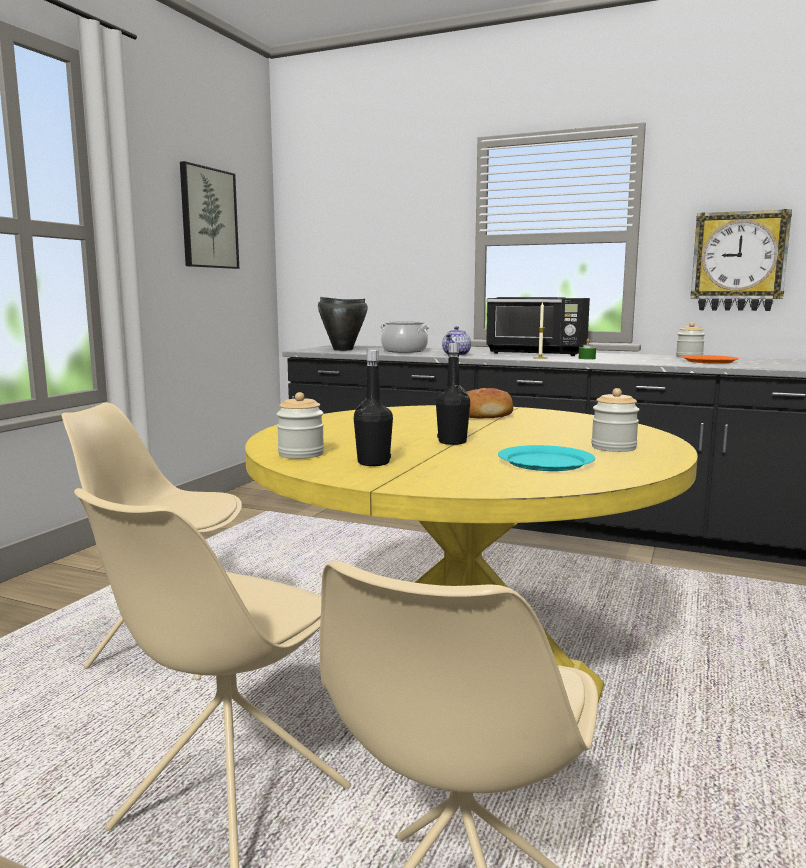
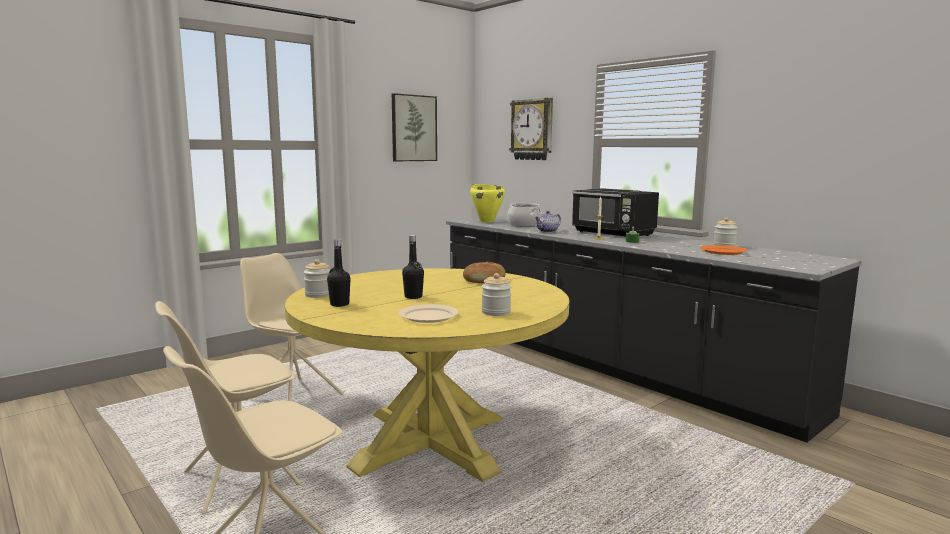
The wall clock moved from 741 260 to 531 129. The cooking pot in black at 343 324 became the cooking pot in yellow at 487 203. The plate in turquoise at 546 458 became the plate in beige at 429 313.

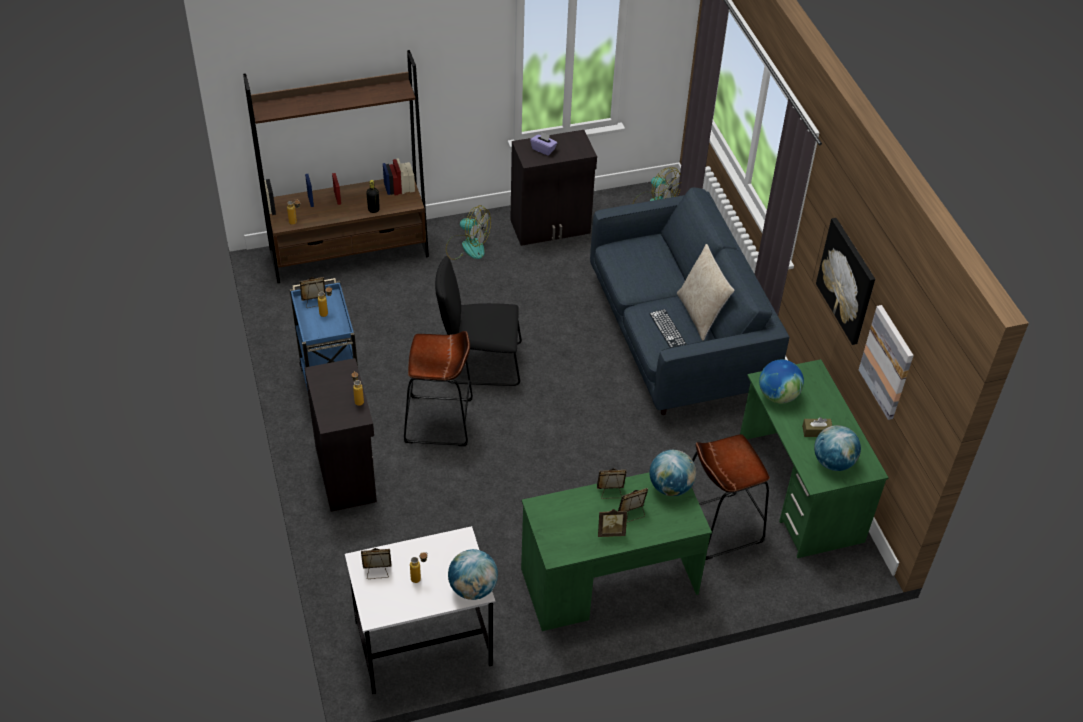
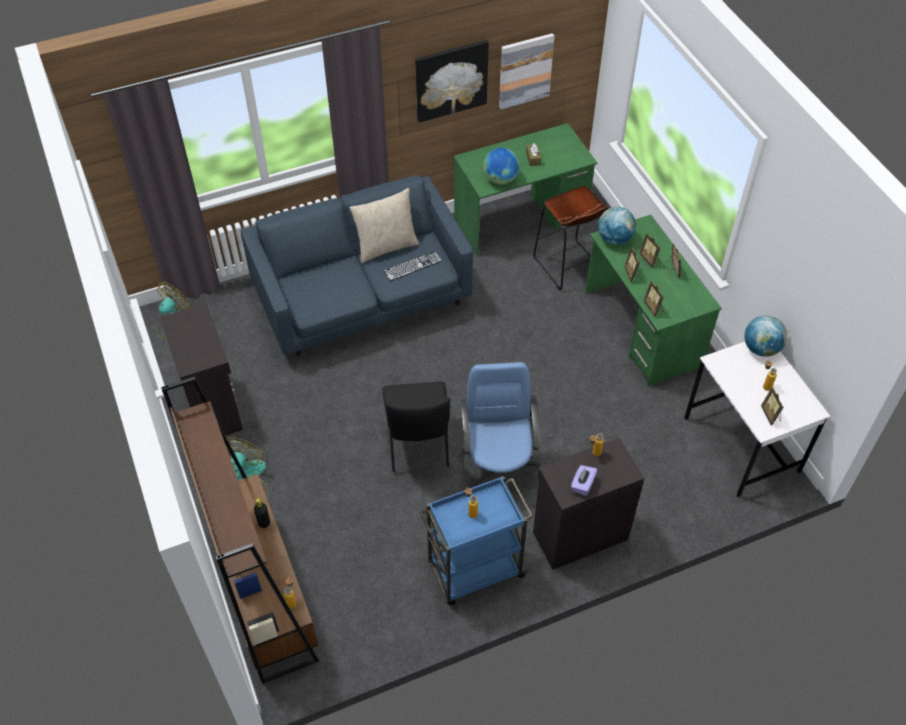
The globe at 837 448 disappeared. The picture frame moved from 313 292 to 653 299. The tissue box in purple moved from 543 144 to 584 480. The stool in brown at 438 388 was replaced by the office chair in blue at 501 432.

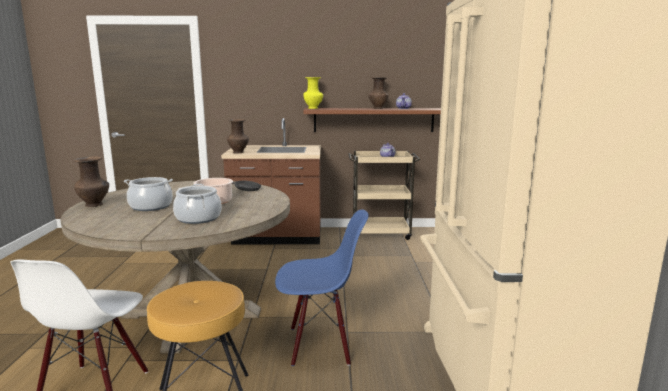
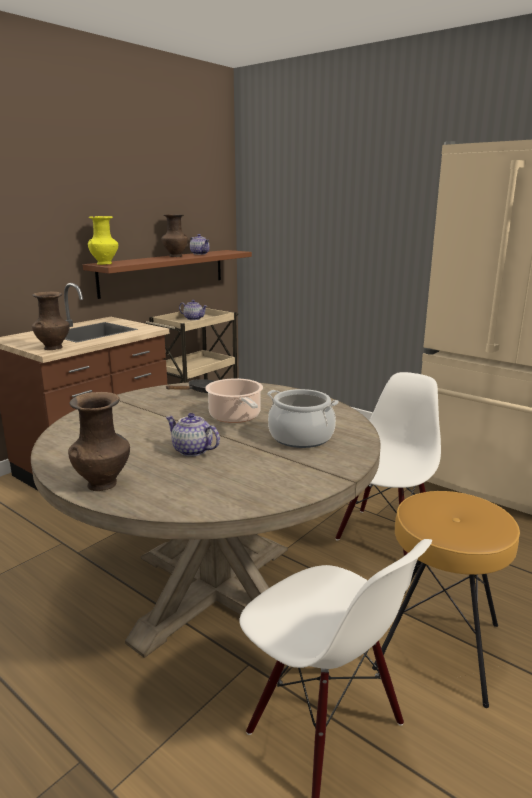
The cooking pot at 148 194 was replaced by the teapot at 193 435. The chair in blue at 322 287 became the chair in white at 388 464.

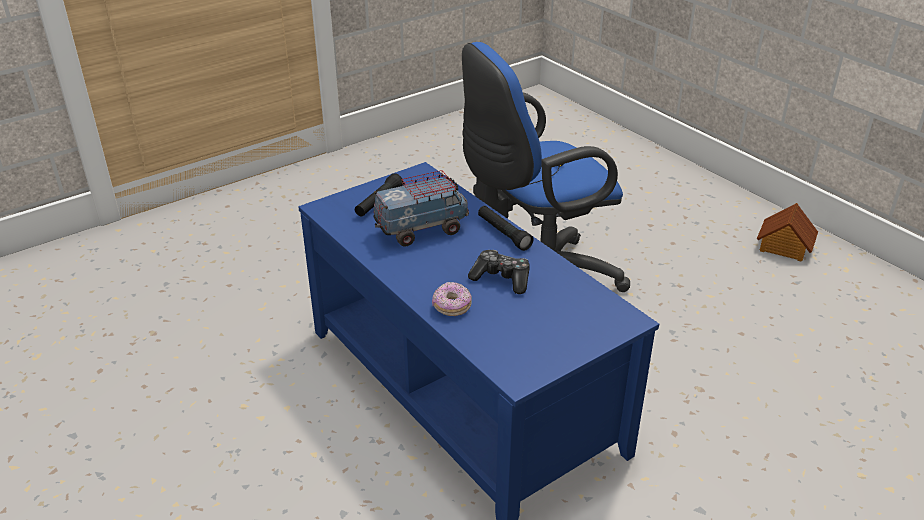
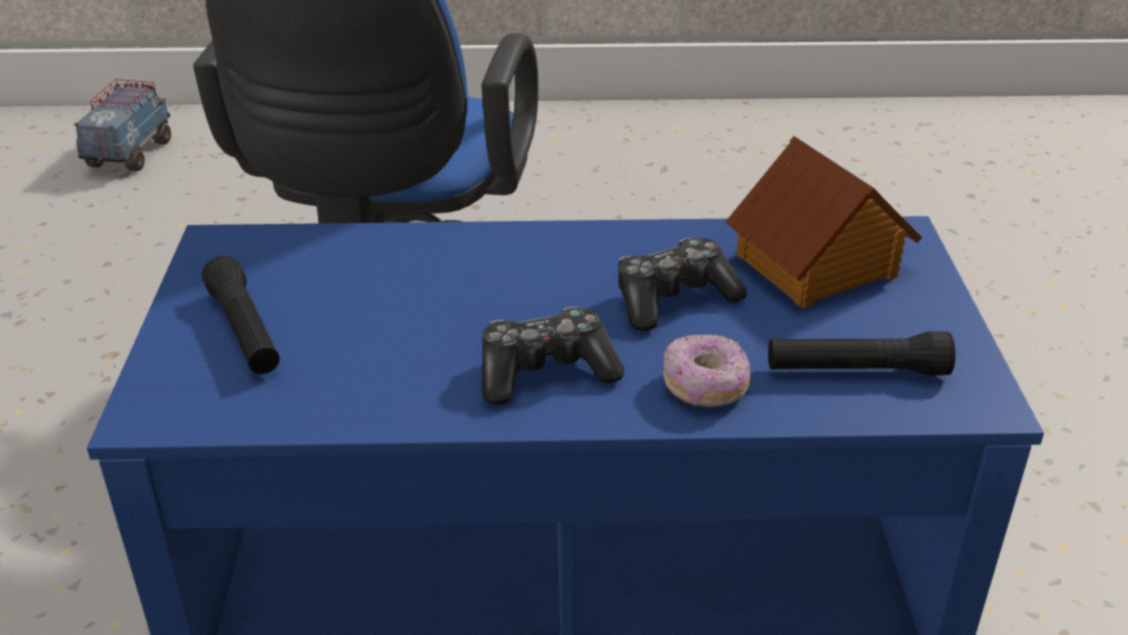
The game controller at 553 356 appeared. The toy truck moved from 421 208 to 122 125. The flashlight in black moved from 506 228 to 861 353. The toy house moved from 787 232 to 824 222.

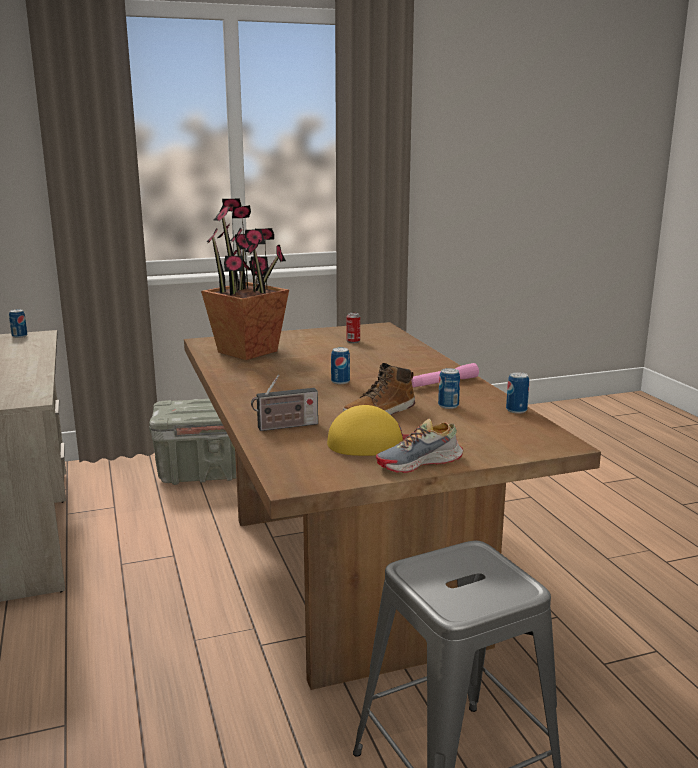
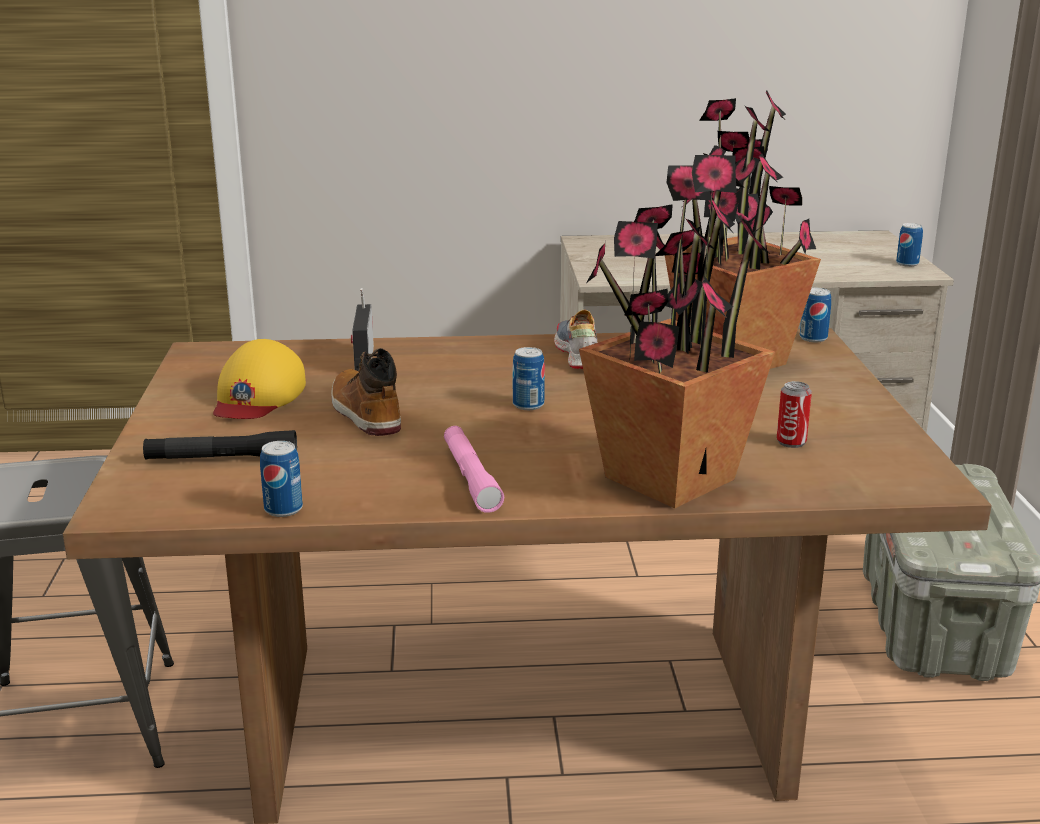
The flashlight in black at 220 444 appeared. The potted plant at 677 330 appeared. The shoe moved from 419 446 to 576 339. The can moved from 449 388 to 815 315.

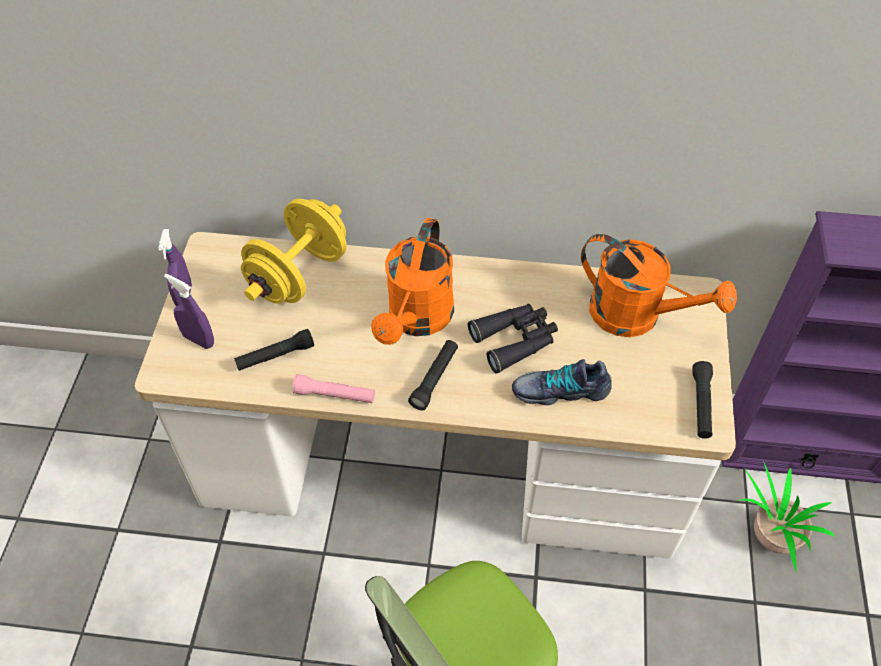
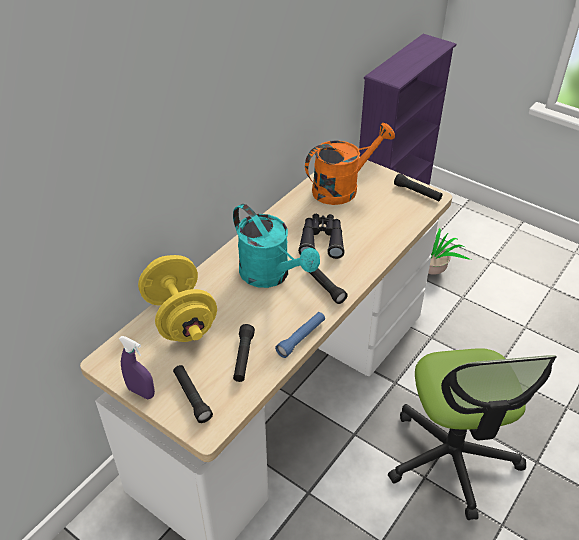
The shoe at 562 382 disappeared. The spray bottle in purple at 189 311 was replaced by the flashlight in black at 193 394. The flashlight in pink at 333 388 became the flashlight in blue at 300 335. The watering can in orange at 412 281 became the watering can in turquoise at 276 246.

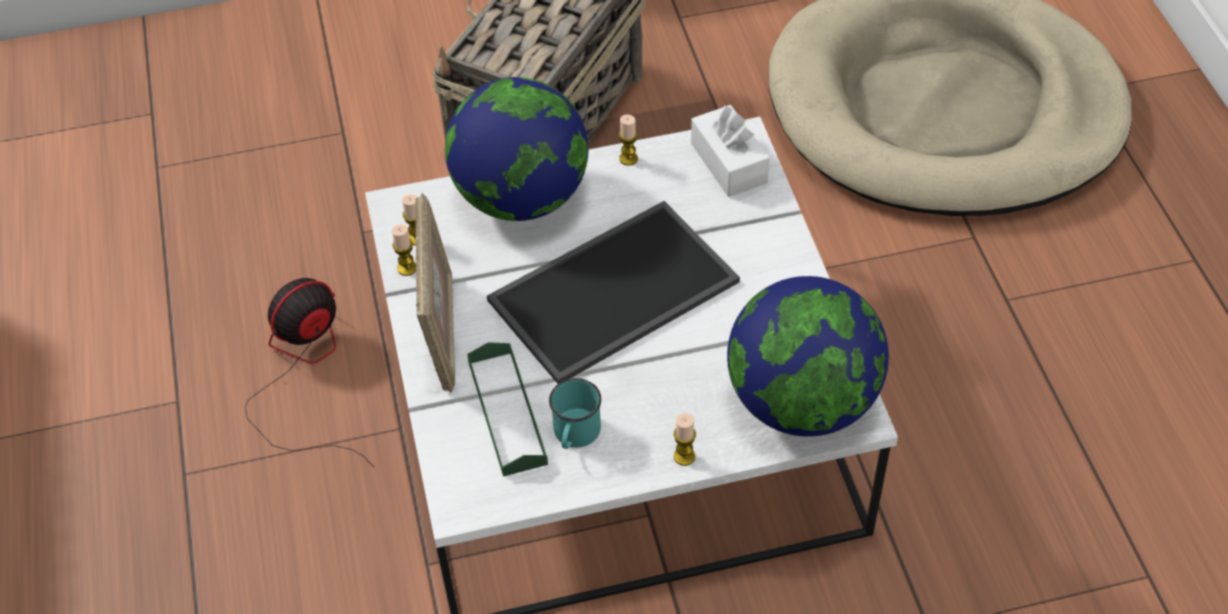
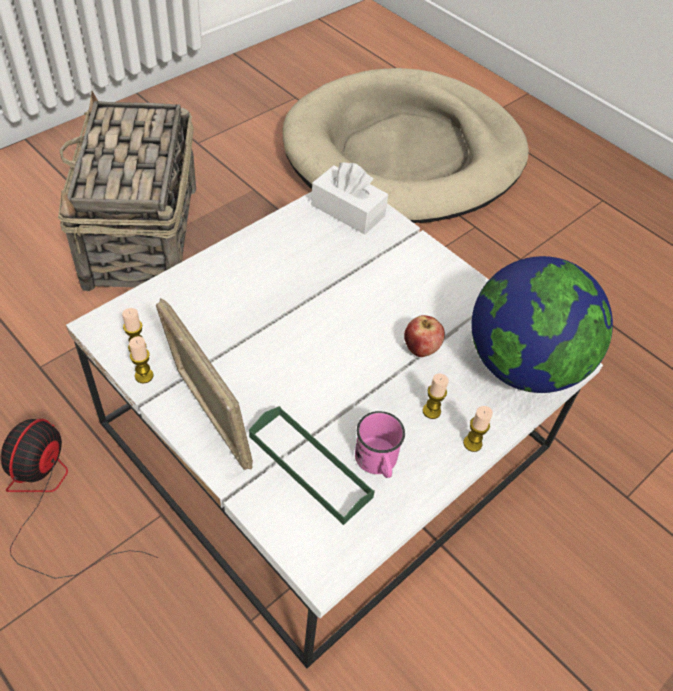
The globe at 516 149 disappeared. The tray at 613 292 disappeared. The apple at 424 336 appeared. The candle moved from 628 140 to 436 396. The mug in turquoise at 575 413 became the mug in pink at 380 444.

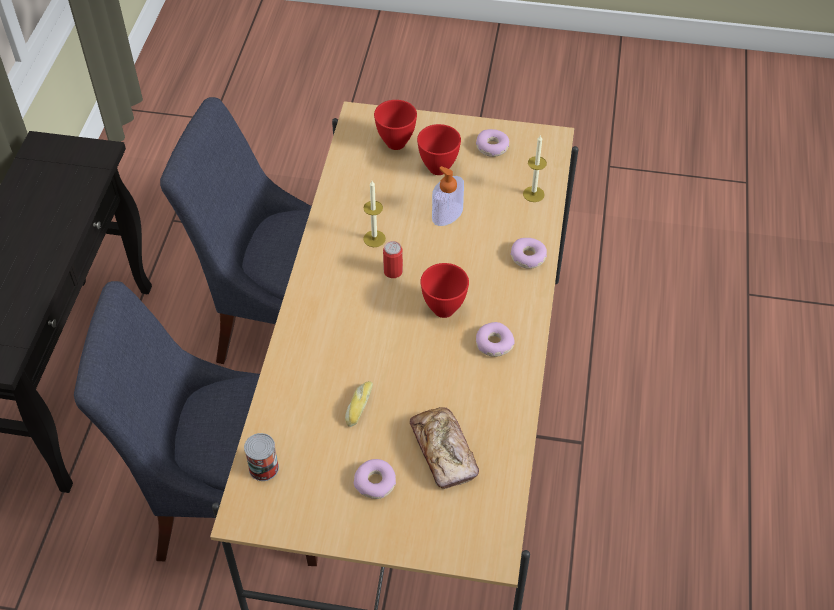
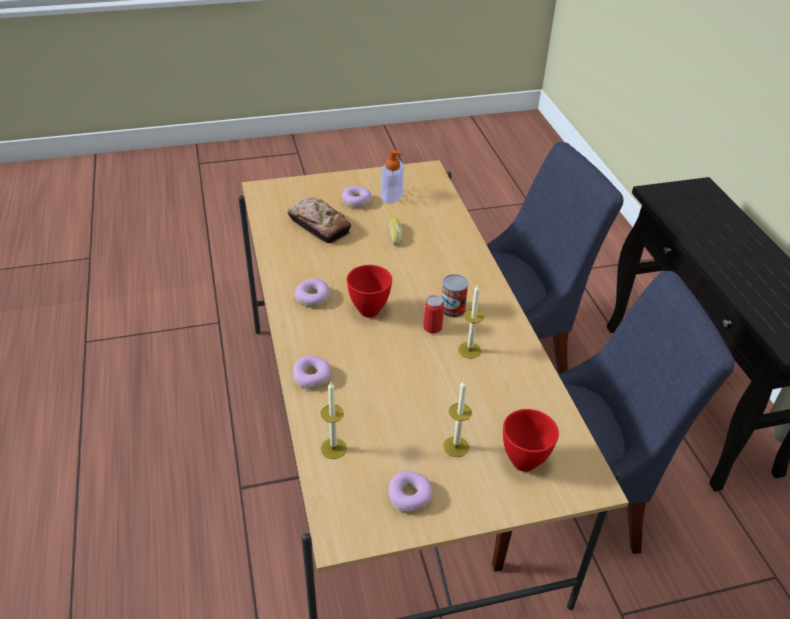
The can moved from 261 457 to 455 296. The soap dispenser moved from 448 196 to 392 176. The bowl in red at 439 149 was replaced by the candle at 457 418.

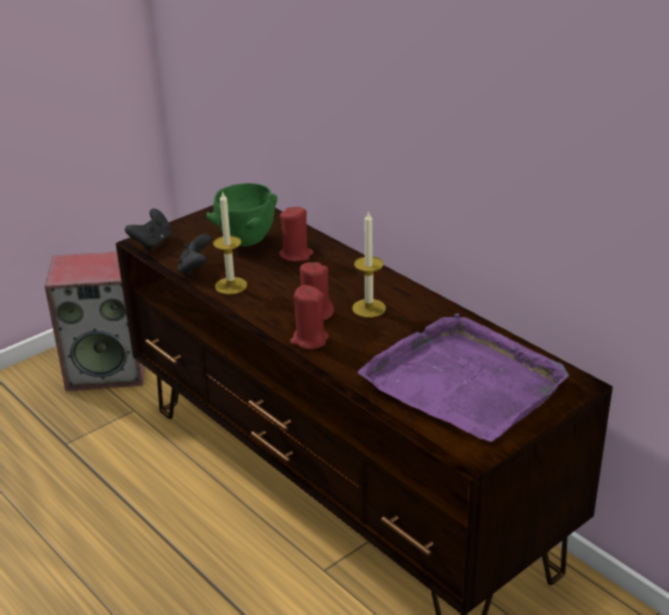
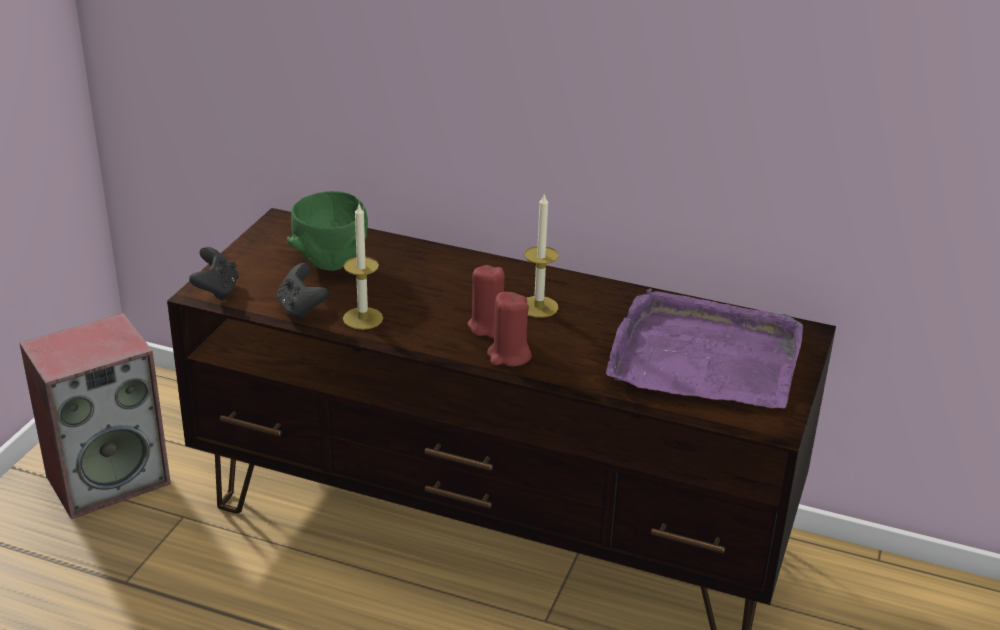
The candle in red at 296 234 disappeared.

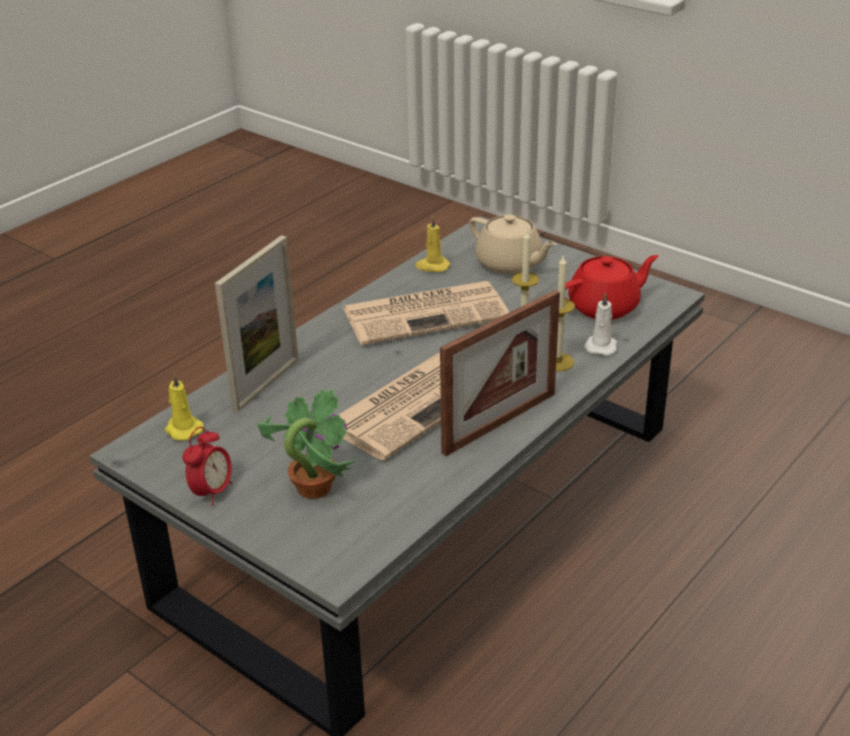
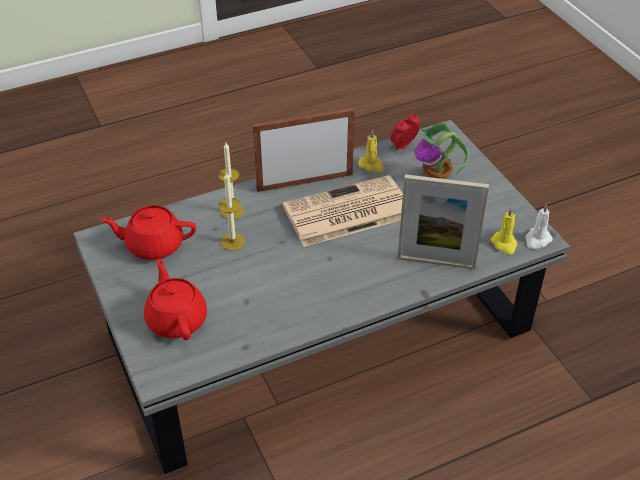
The newspaper at 426 313 disappeared. The alarm clock moved from 207 466 to 405 131. The candle in yellow moved from 432 244 to 371 150. The candle in white moved from 600 324 to 538 226. The teapot in beige at 513 244 became the teapot in red at 175 299. The picture frame at 257 323 turned 135 degrees counterclockwise.

